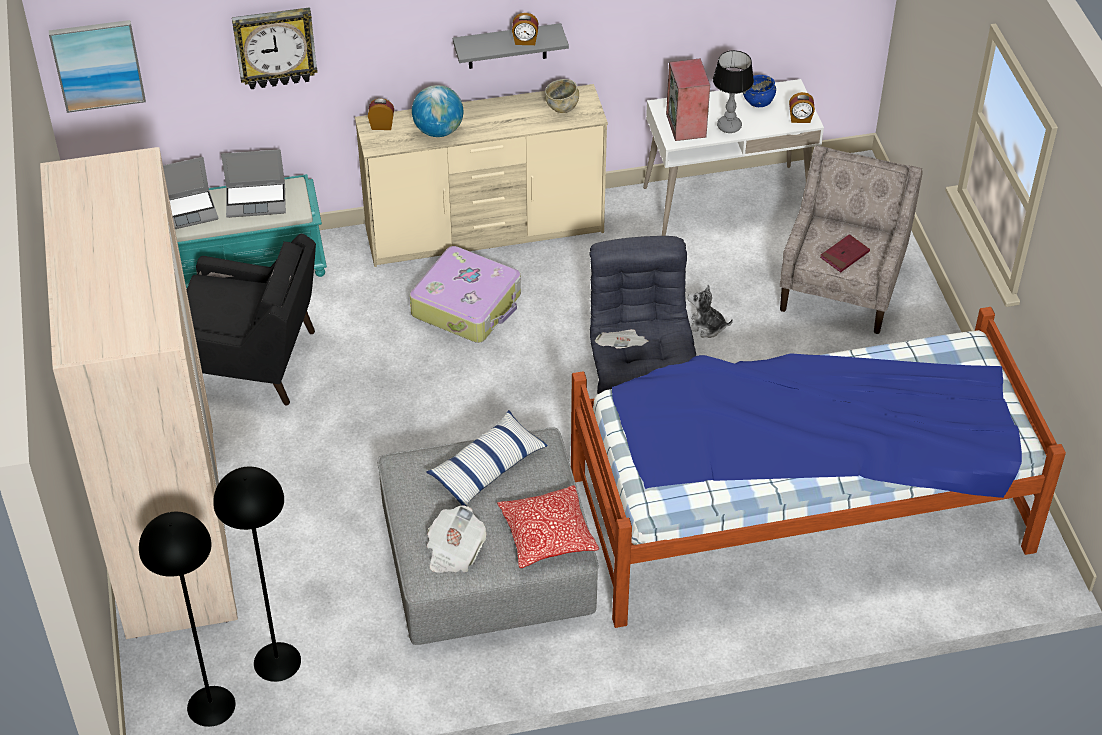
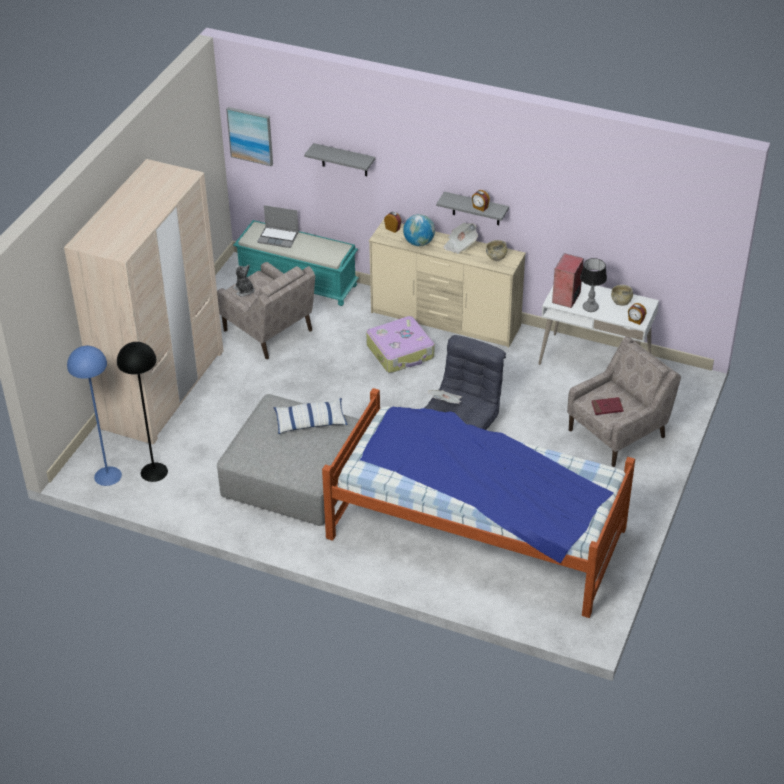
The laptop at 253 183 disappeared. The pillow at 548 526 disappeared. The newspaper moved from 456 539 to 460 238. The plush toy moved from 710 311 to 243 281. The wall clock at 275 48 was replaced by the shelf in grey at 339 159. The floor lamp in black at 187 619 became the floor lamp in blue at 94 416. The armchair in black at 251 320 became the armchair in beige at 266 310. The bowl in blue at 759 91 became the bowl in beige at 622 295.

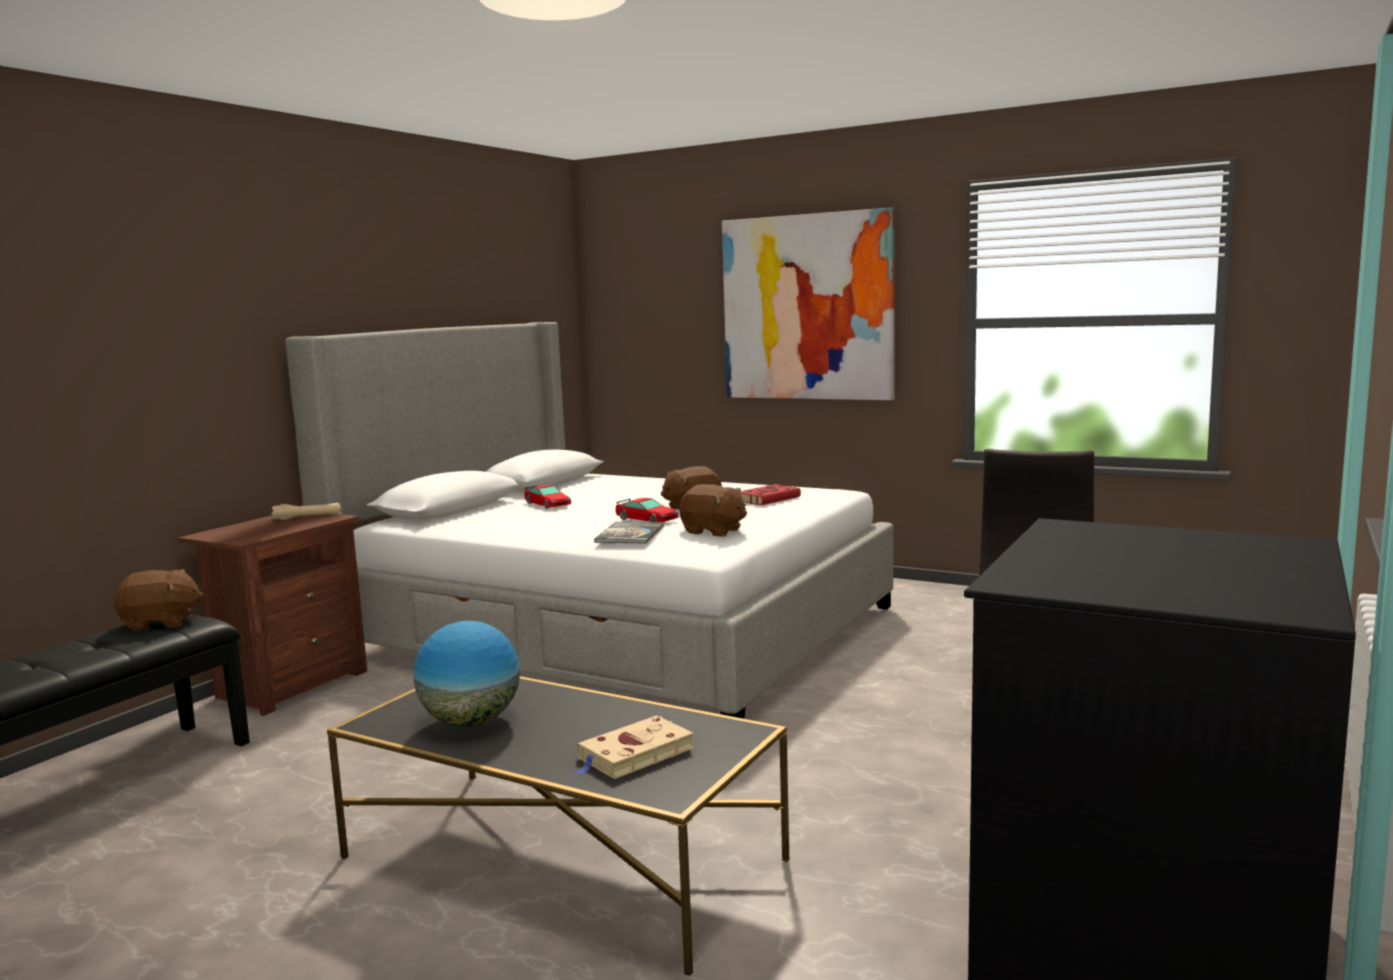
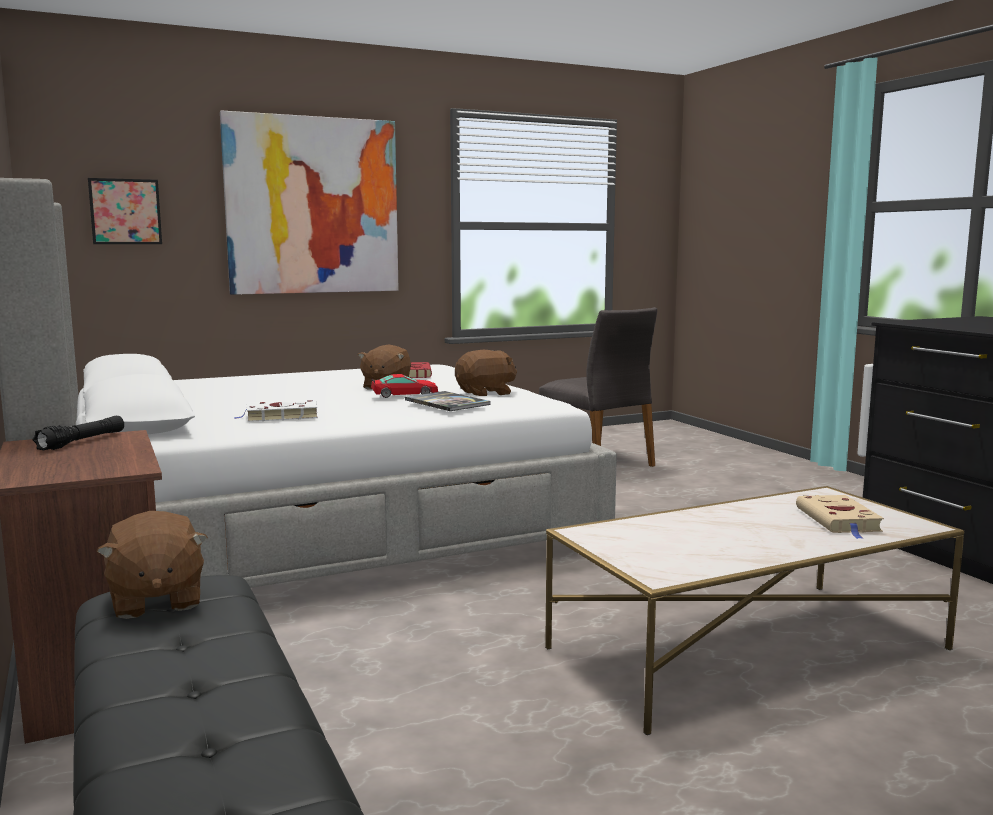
The globe at 466 673 disappeared. The toy car at 547 497 disappeared. The picture at 125 211 appeared. The book in white at 275 411 appeared. The flashlight in beige at 306 511 became the flashlight in black at 78 433. The coffee table in black at 558 826 became the coffee table in white at 754 610. The plush toy in brown at 159 600 turned 135 degrees clockwise.

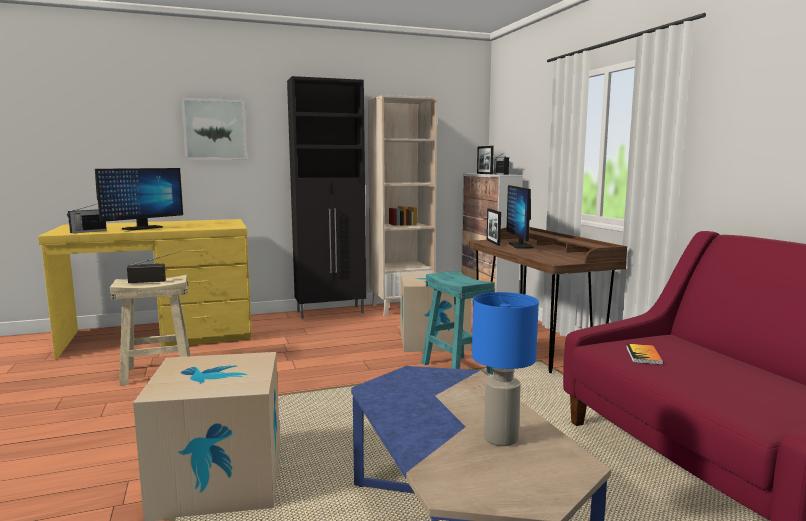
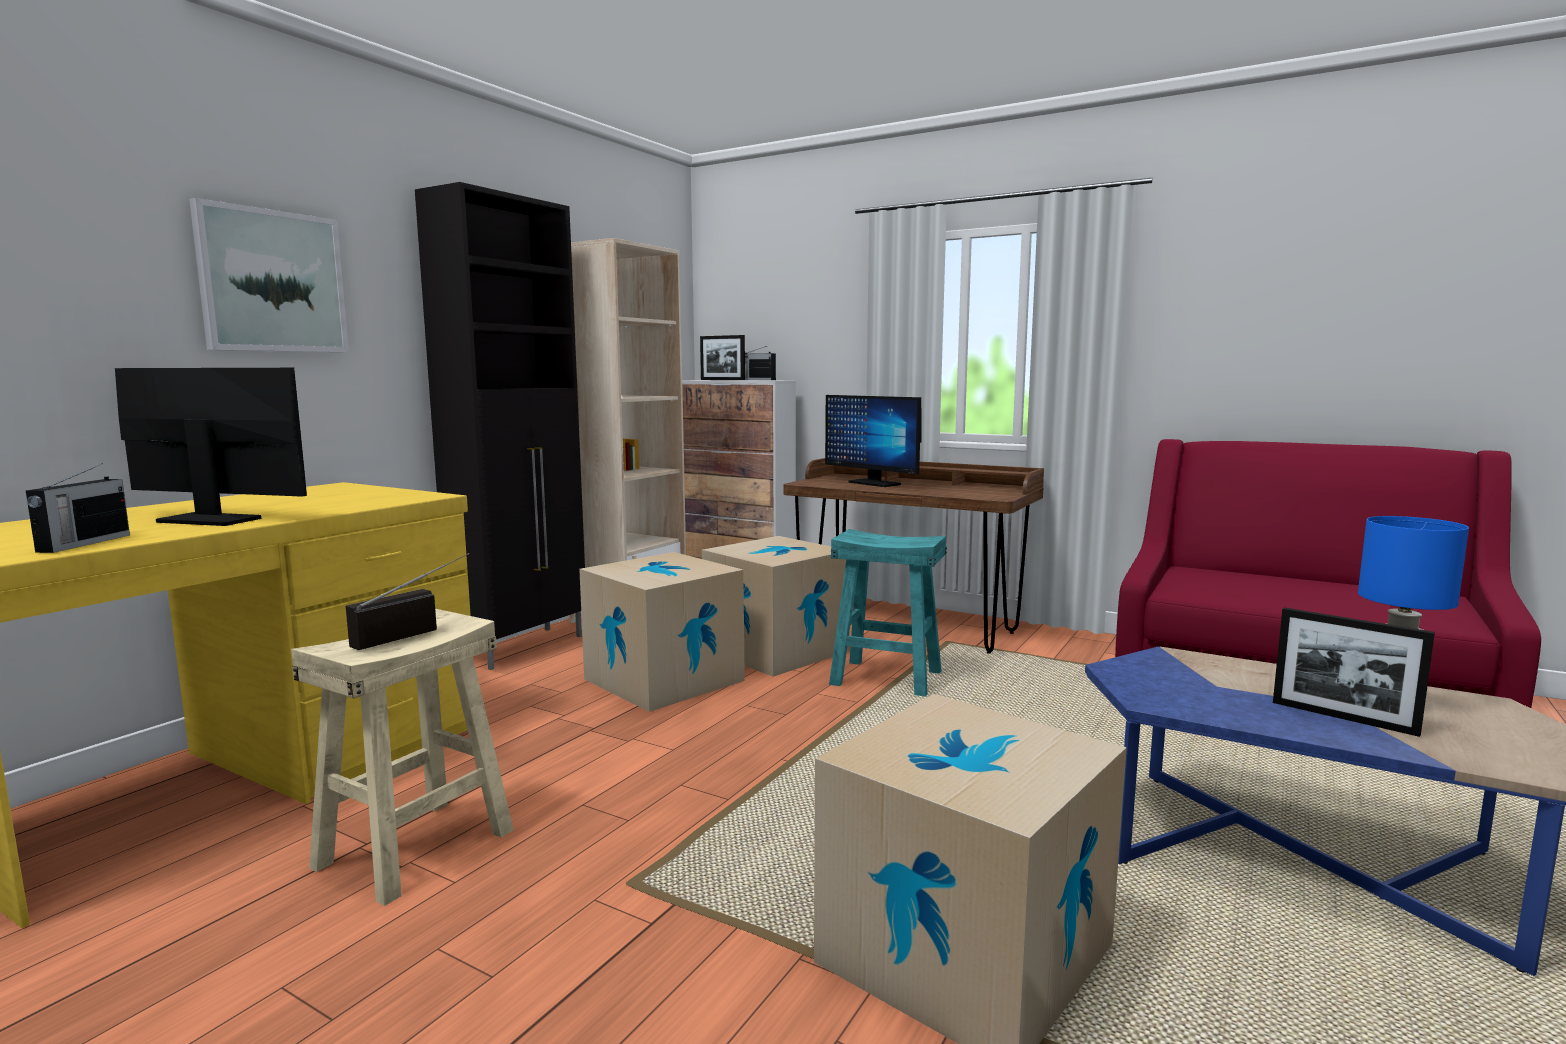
The book at 644 354 disappeared. The cardboard box at 662 632 appeared. The picture frame moved from 494 227 to 1354 672. The monitor at 139 199 turned 75 degrees counterclockwise.

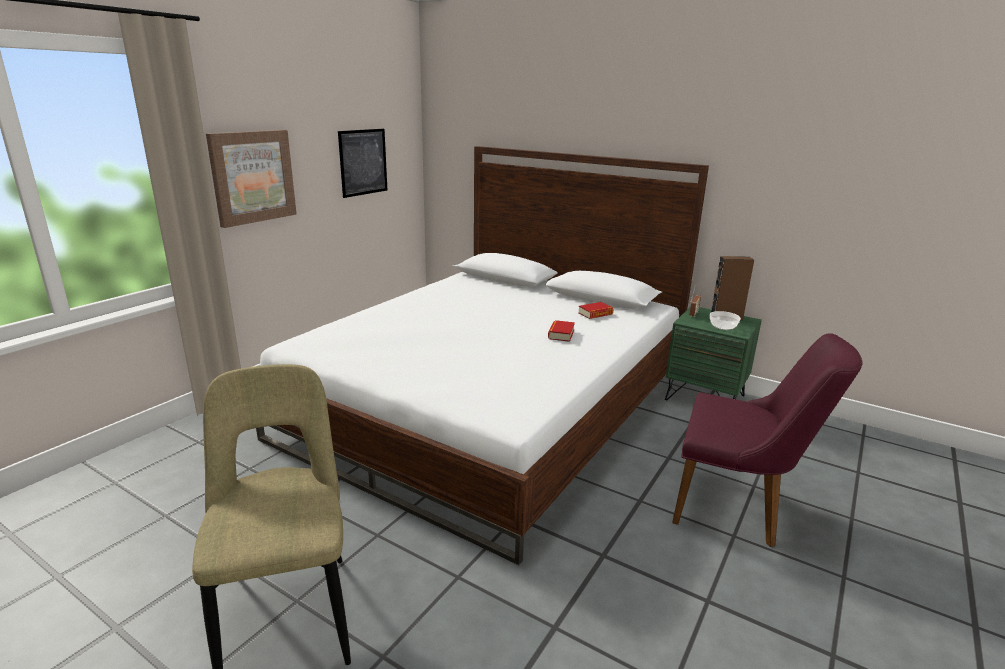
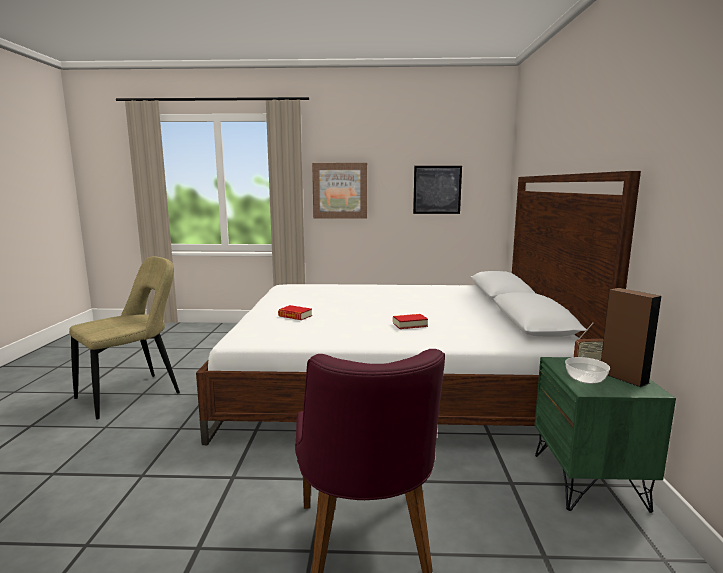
The book moved from 596 310 to 295 312.

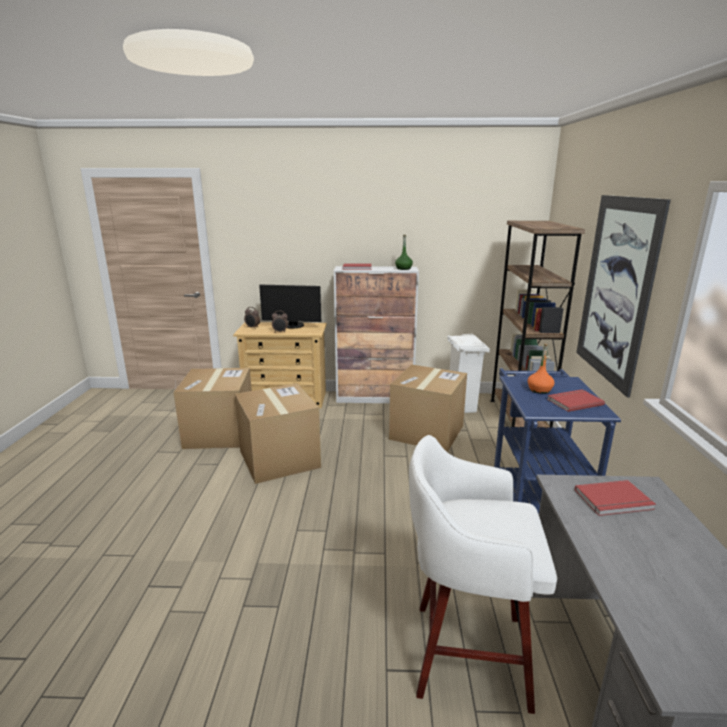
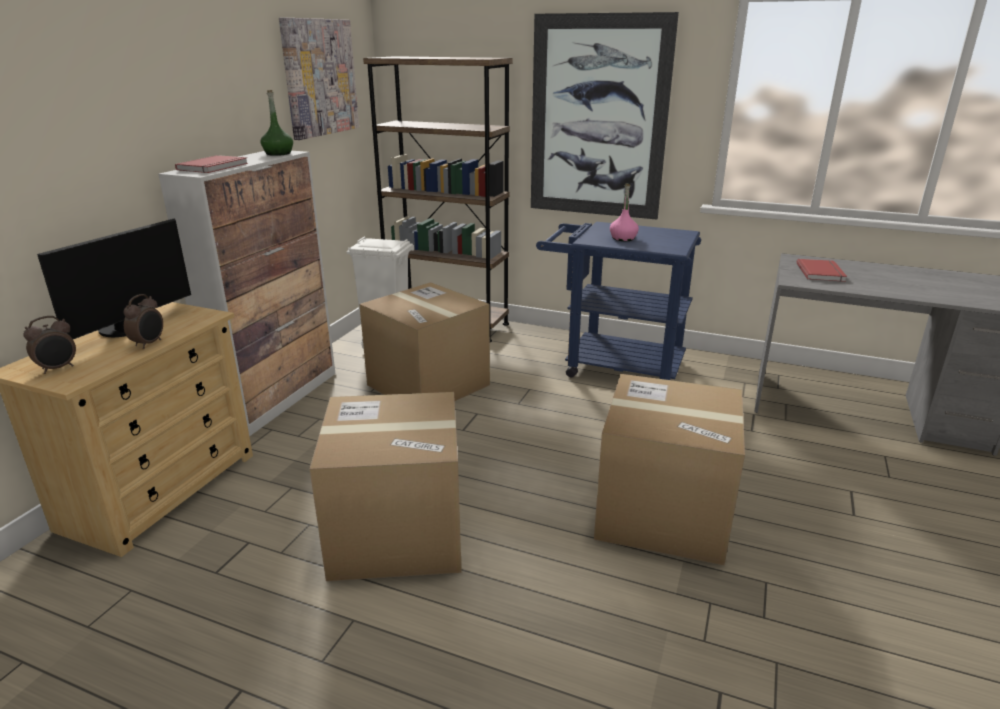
The stool in white at 483 574 disappeared. The book in red at 576 400 disappeared. The picture at 319 78 appeared. The cardboard box moved from 212 408 to 669 469. The bottle in orange at 541 368 became the bottle in pink at 624 212.

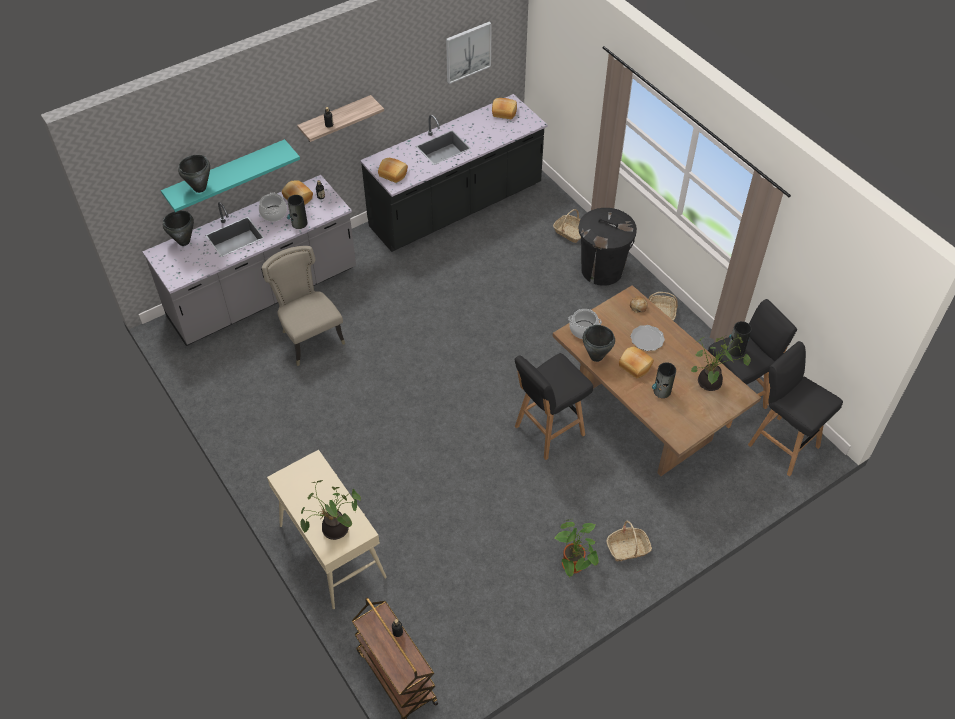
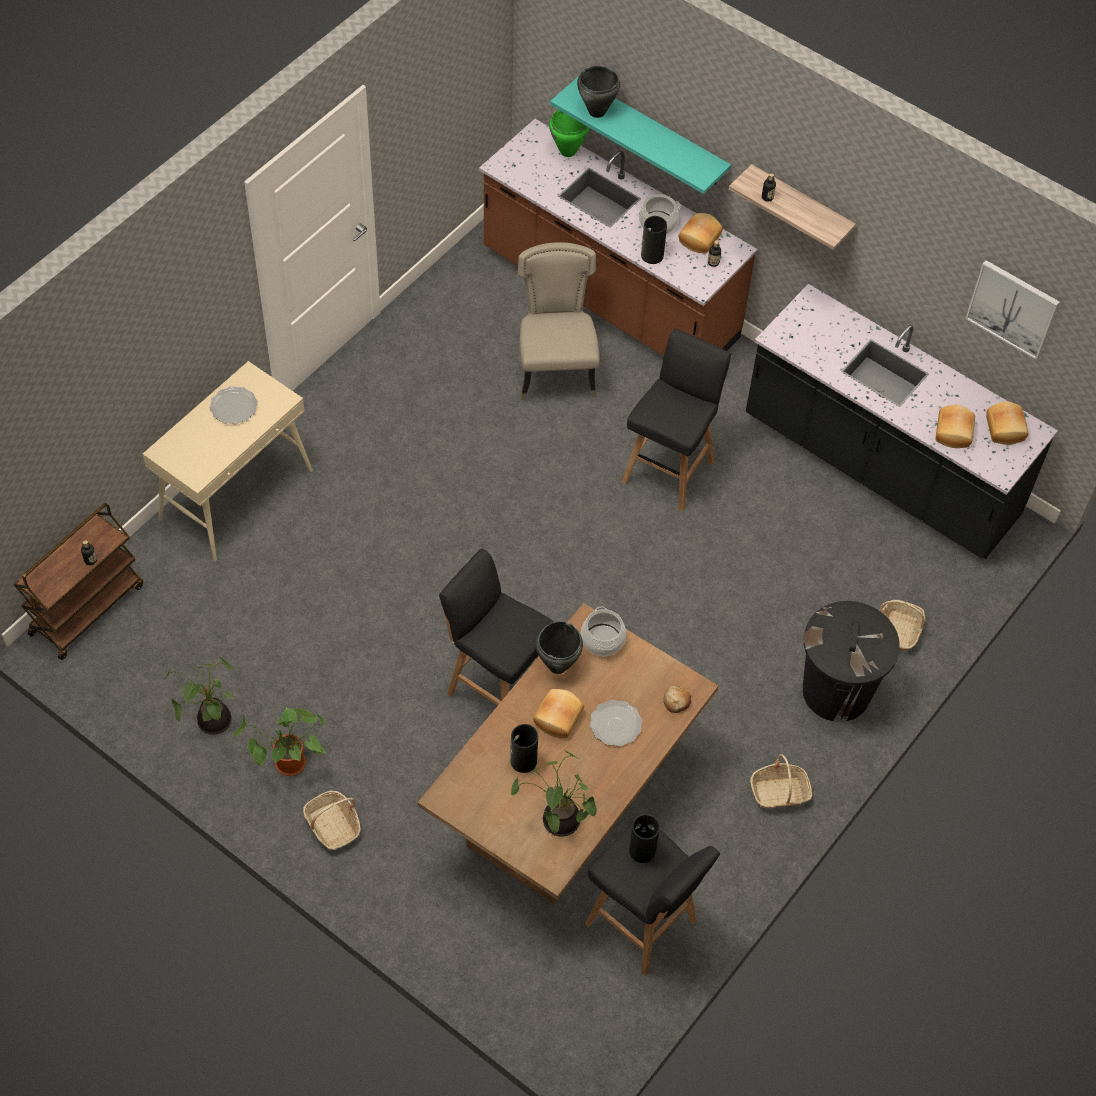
The plate at 234 405 appeared. The potted plant moved from 330 510 to 199 696. The bread moved from 393 170 to 955 426. The stool in black moved from 795 409 to 676 420. The counter in grey at 249 260 became the counter in brown at 618 237. The cooking pot in black at 178 228 became the cooking pot in green at 569 133. The chair in beige at 303 306 turned 45 degrees counterclockwise.

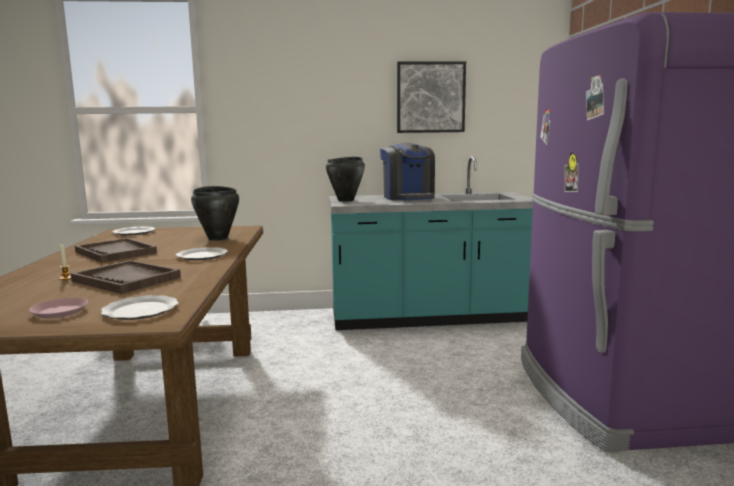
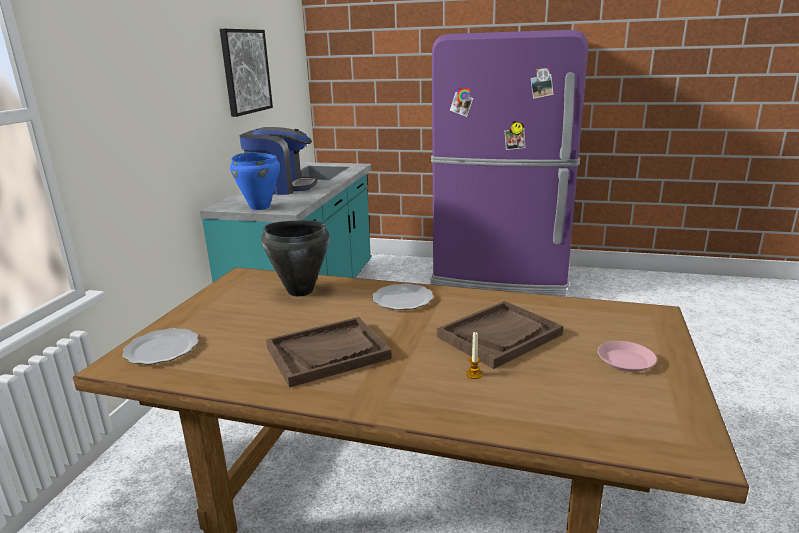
The plate at 140 307 disappeared. The cooking pot in black at 345 179 became the cooking pot in blue at 255 181.

